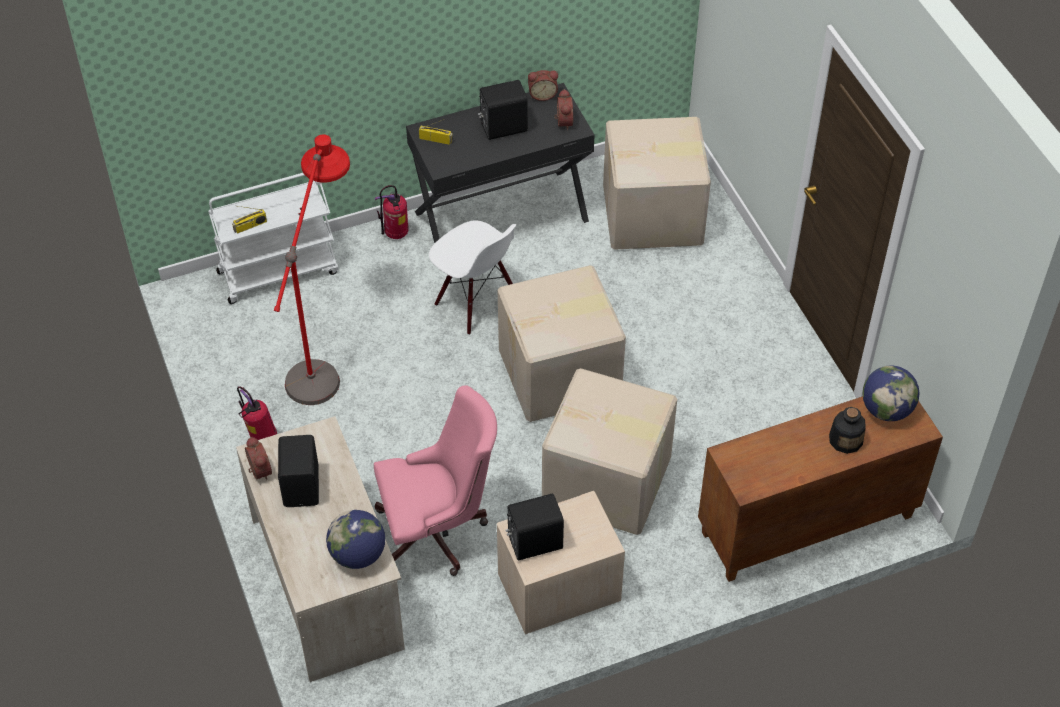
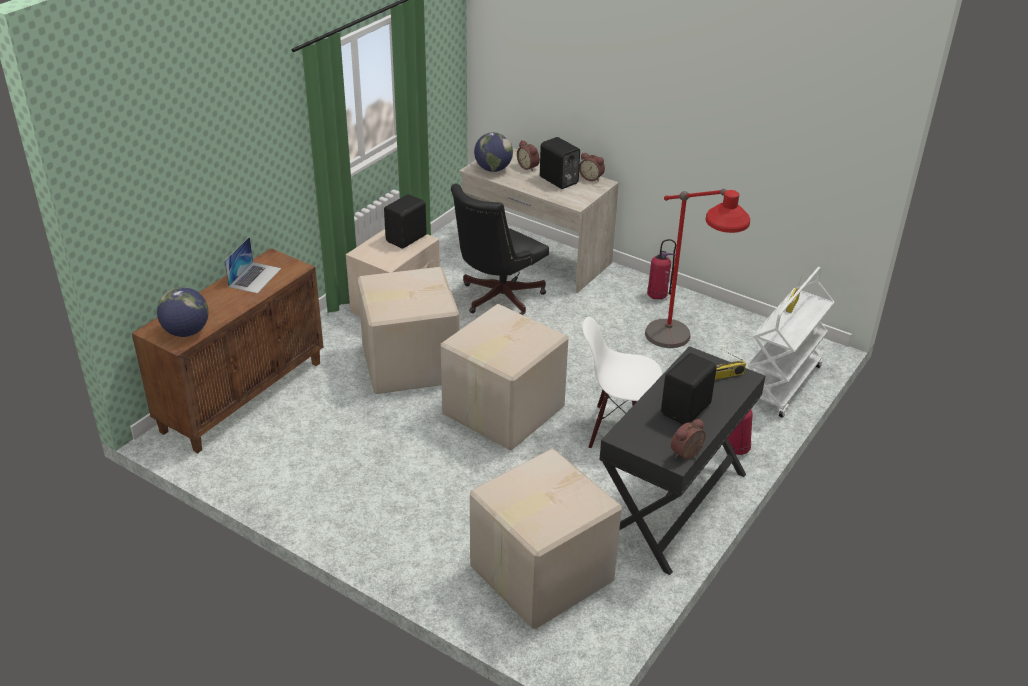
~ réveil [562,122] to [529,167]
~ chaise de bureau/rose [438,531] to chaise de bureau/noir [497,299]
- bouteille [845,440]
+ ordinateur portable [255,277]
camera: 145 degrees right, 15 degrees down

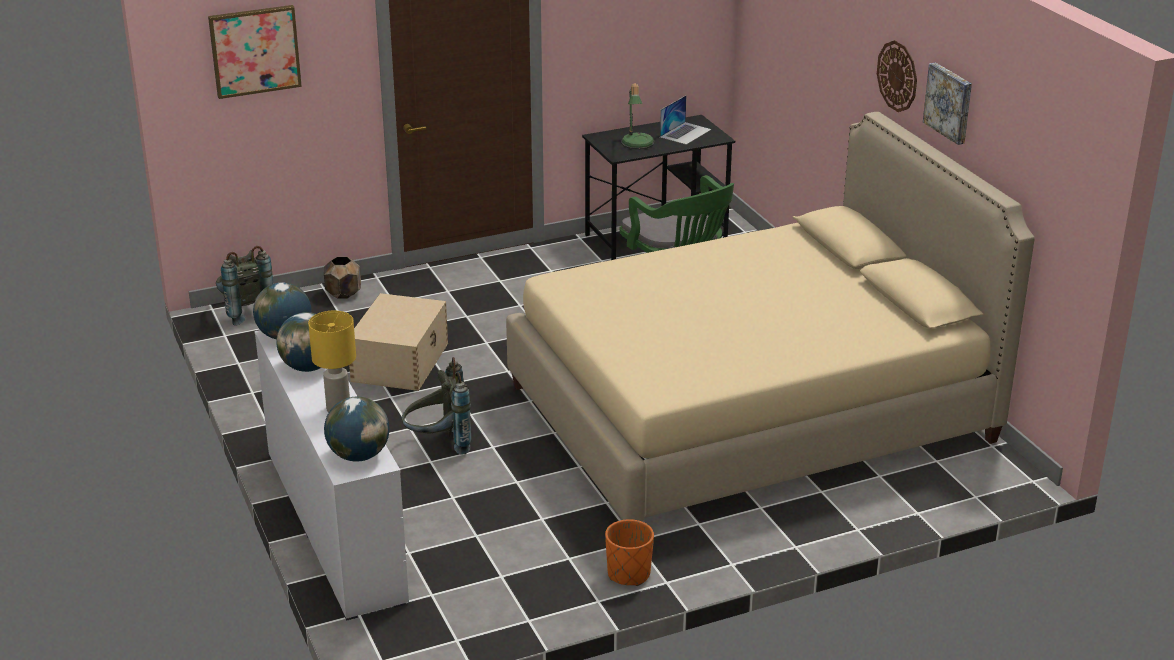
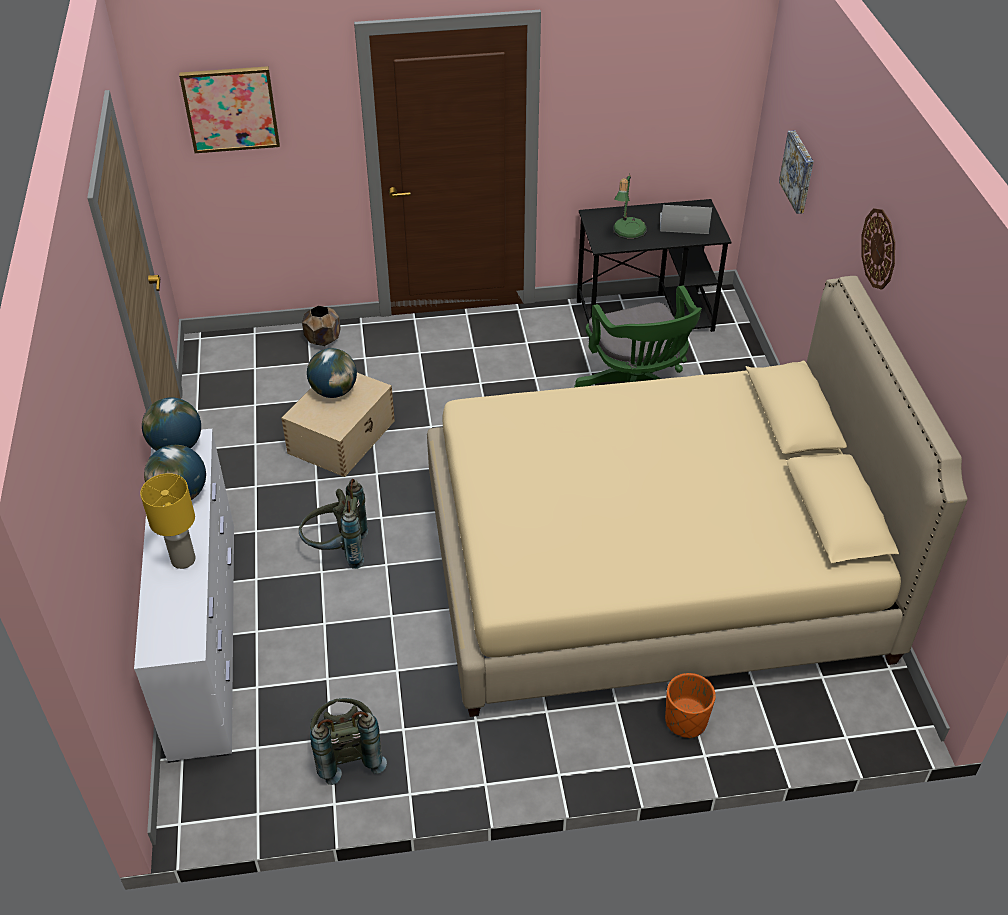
~ tableau [949,102] to [799,171]
~ ordinateur portable [685,133] = [684,223] 135 degrees counterclockwise
~ sac à dos/gris [245,311] to [347,753]
~ globe [358,456] to [333,391]
~ cache-pot/orange [628,574] to [685,721]
camera: 15 degrees right, 15 degrees up

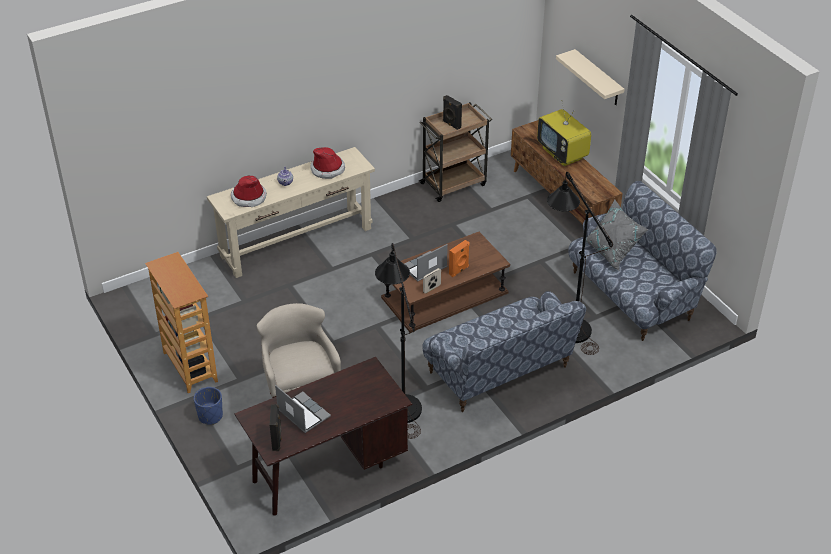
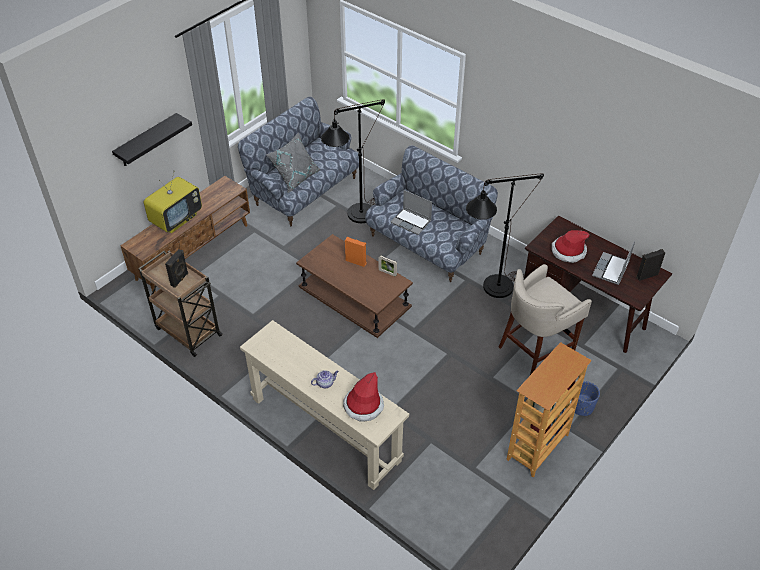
~ étagère/beige [598,78] to étagère/noir [147,141]
~ chapeau [327,169] to [568,251]
~ ordinateur portable [424,268] to [411,222]
camera: 110 degrees left, 5 degrees up

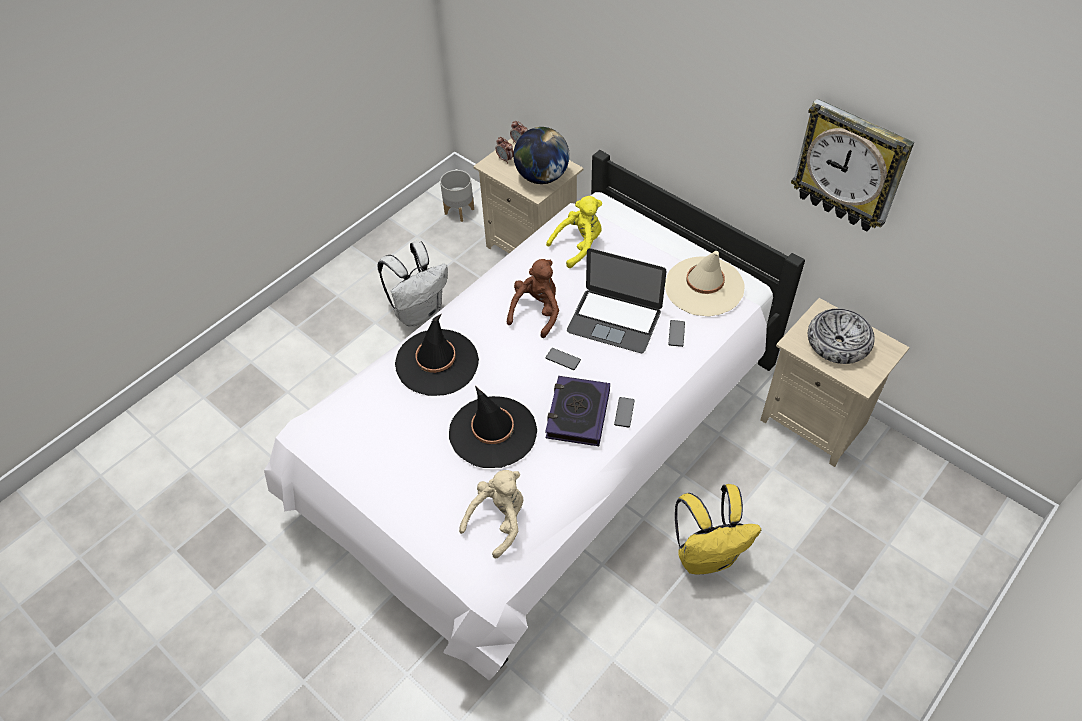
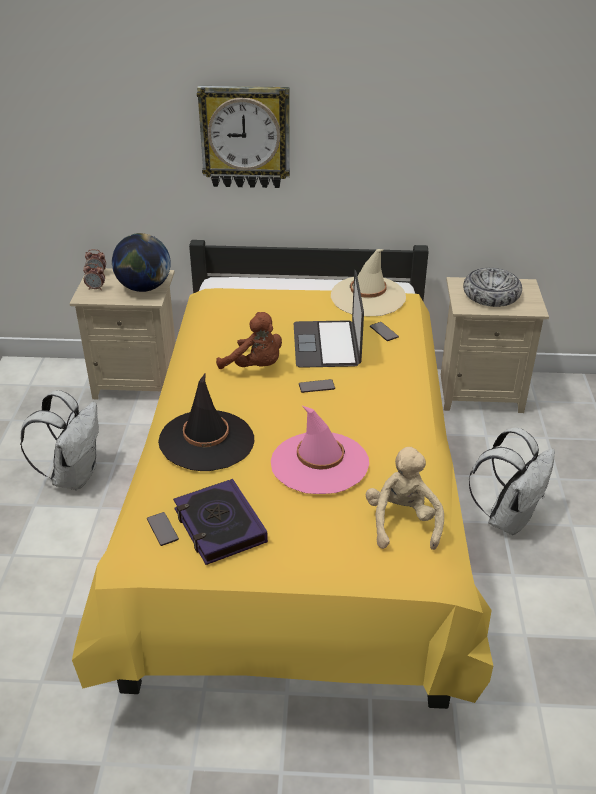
~ horloge murale [850,167] to [245,137]
~ lit/blanc [543,443] to lit/jaune [296,513]
- cache-pot/gris [459,211]
- peluche/jaune [579,245]
~ ordinateur portable [614,320] = [327,344] 105 degrees clockwise
~ peluche/marron [537,312] = [255,366] 135 degrees clockwise
~ livre [577,414] to [219,526]
~ chapeau/noir [493,432] to chapeau/rose [319,463]
~ téléphone [624,412] to [162,529]
~ sac à dos/jaune [707,556] to sac à dos/blanc [508,517]
camera: 40 degrees left, 15 degrees down

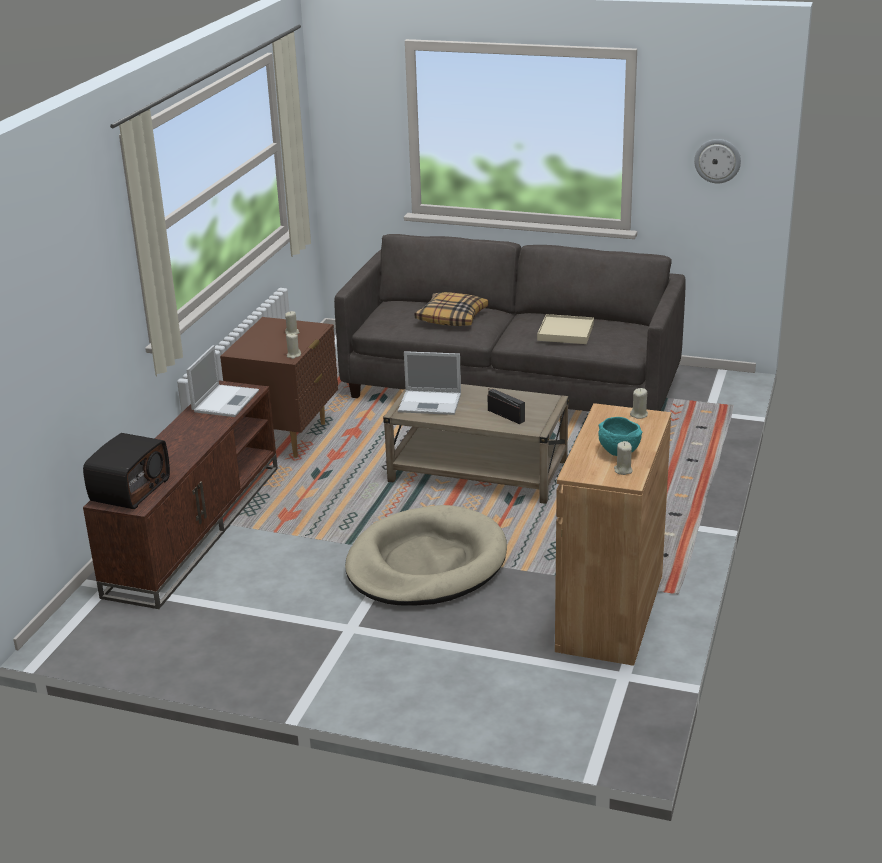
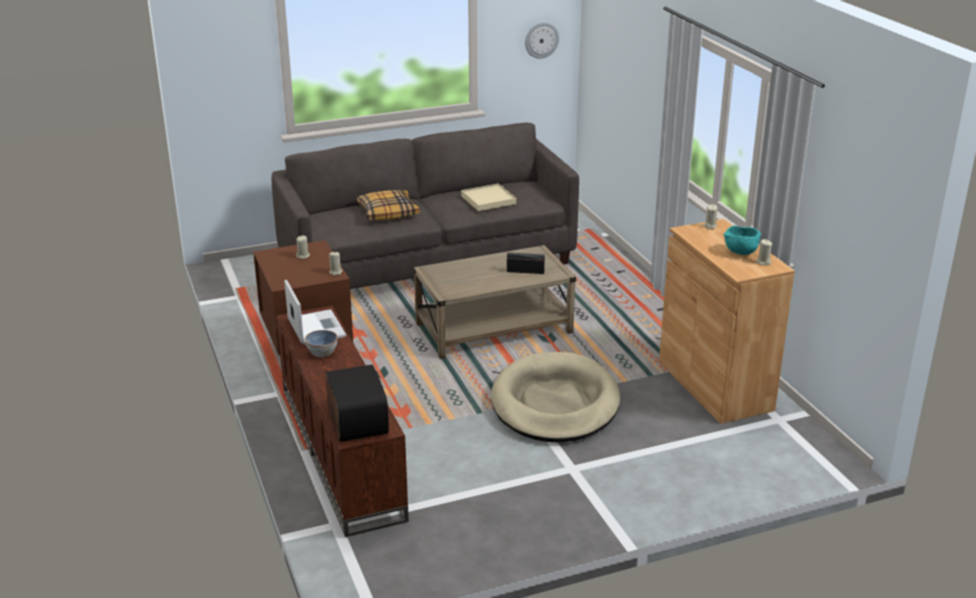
- ordinateur portable [431,403]
+ bol [322,352]
camera: 40 degrees left, 0 degrees up

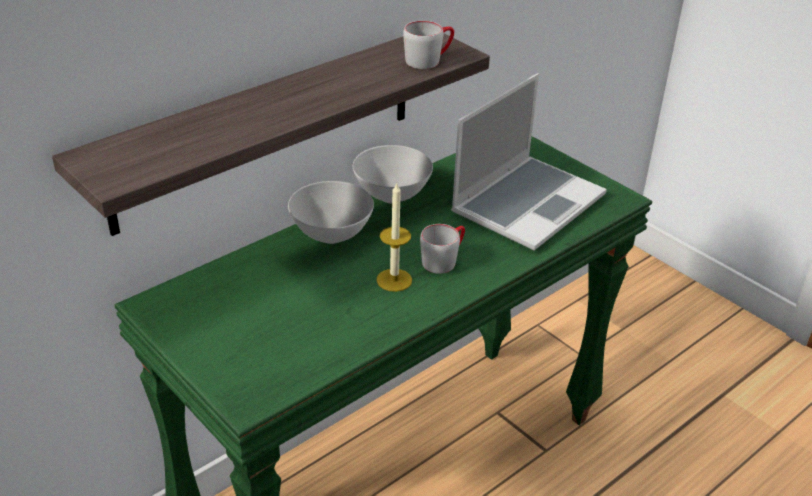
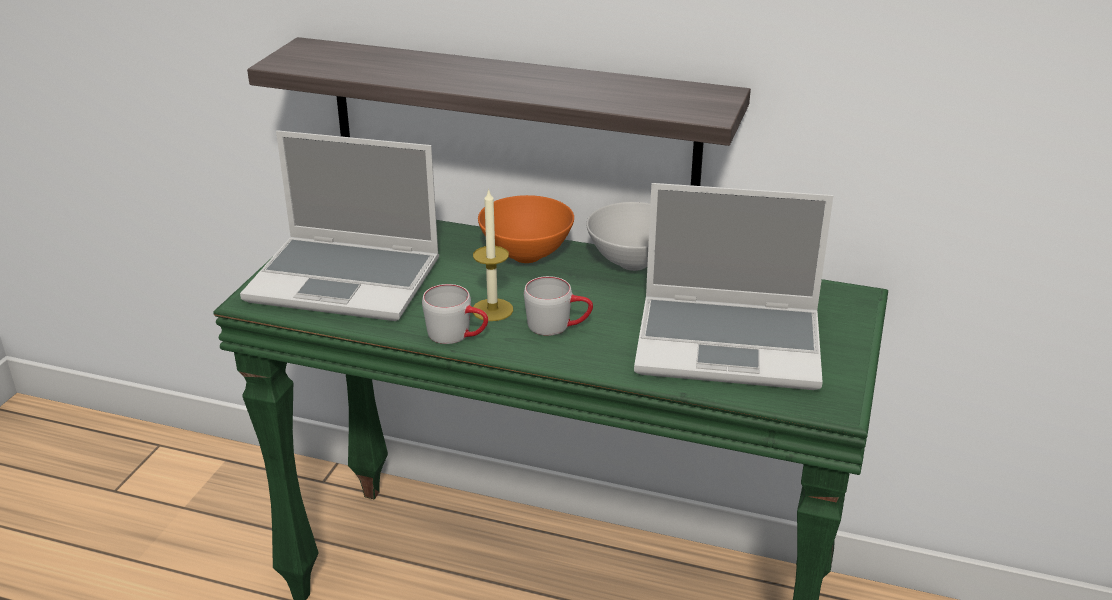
~ mug/gris [429,59] to [458,335]
~ bol/blanc [330,236] to bol/orange [526,255]
+ ordinateur portable [347,280]
camera: 60 degrees right, 5 degrees down

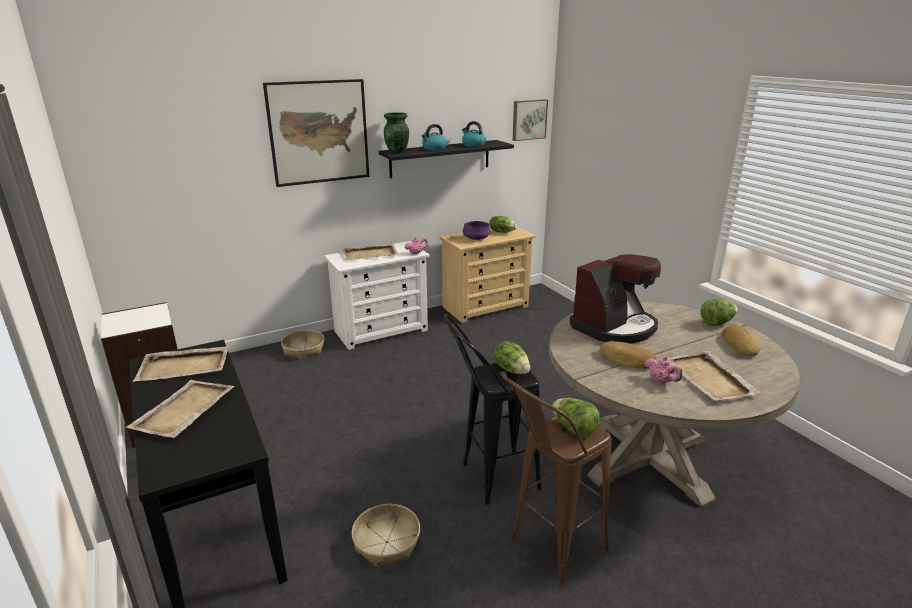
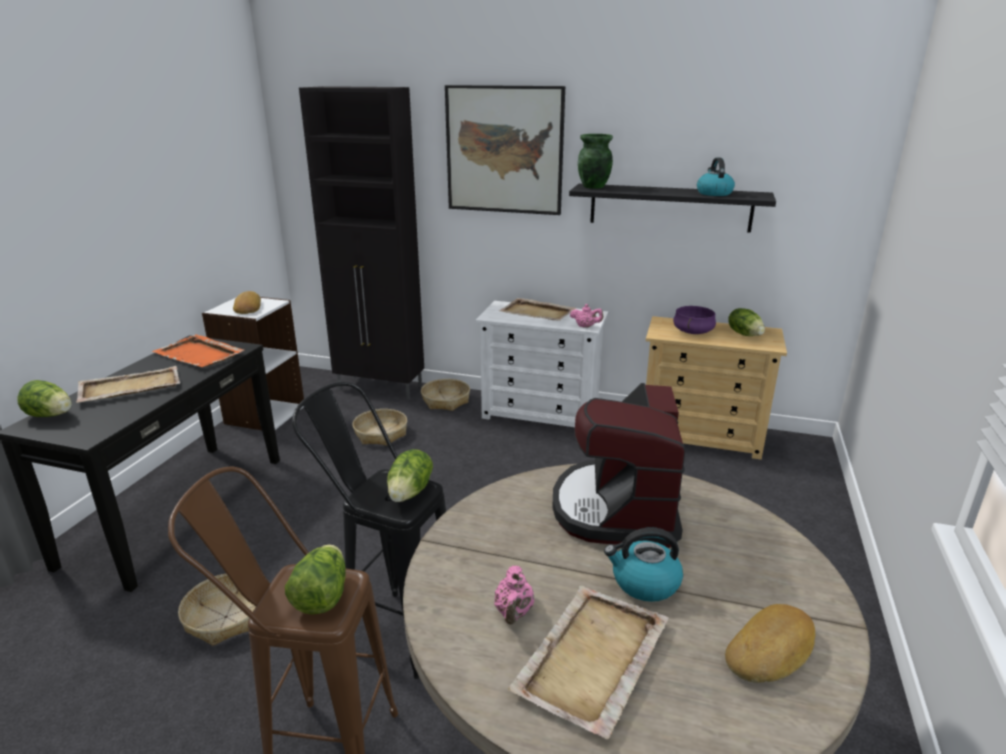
- tableau [529,119]
~ bouilloire [434,148] to [644,582]
~ machine à café [614,327] = [617,508] 90 degrees clockwise
~ laitue [717,323] to [51,415]
~ pain [627,360] to [247,307]
~ plateau/beige [185,366] to plateau/orange [199,354]
+ meuble de rangement/noir [381,388]
+ panier [381,434]
camera: 45 degrees right, 0 degrees up

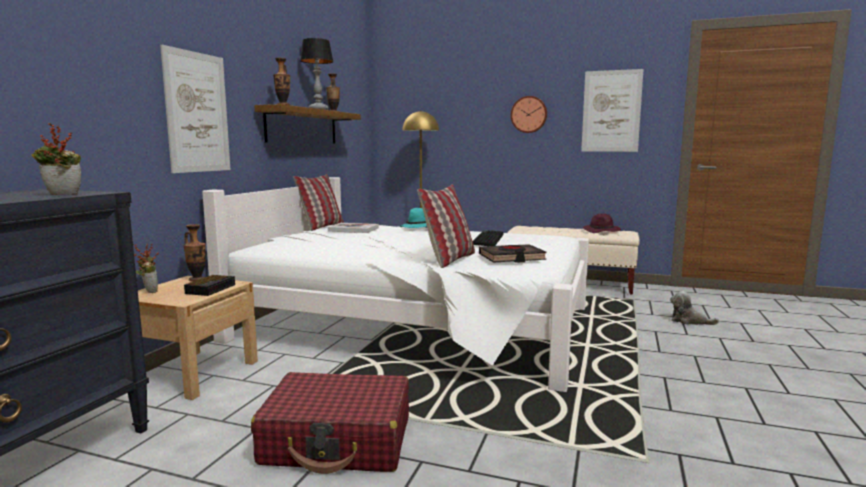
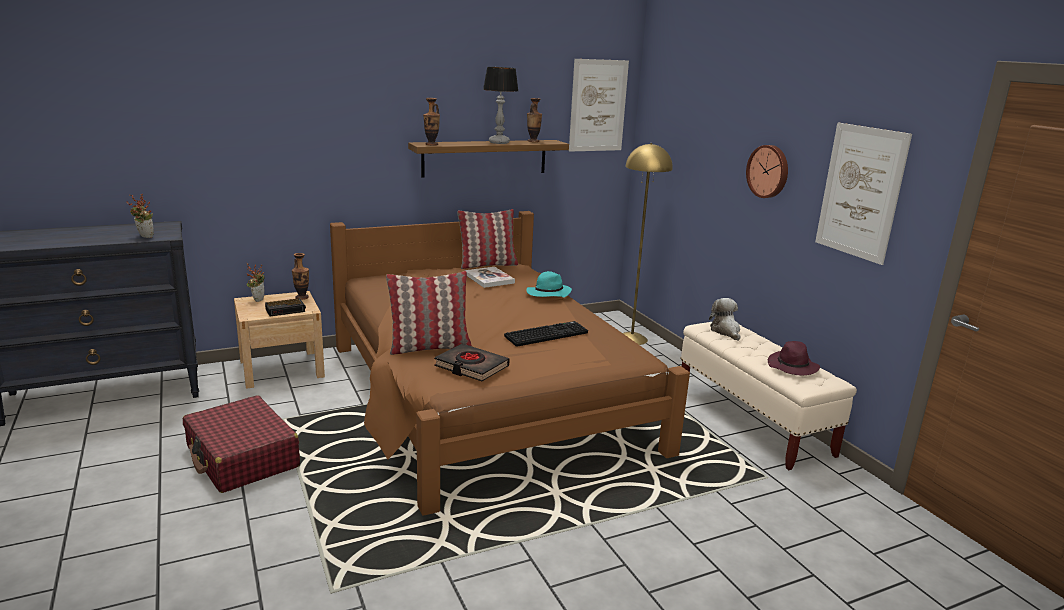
~ tableau [197,112] to [598,106]
~ lit/blanc [418,324] to lit/marron [485,397]
~ peluche [689,321] to [725,331]
camera: 45 degrees right, 10 degrees up

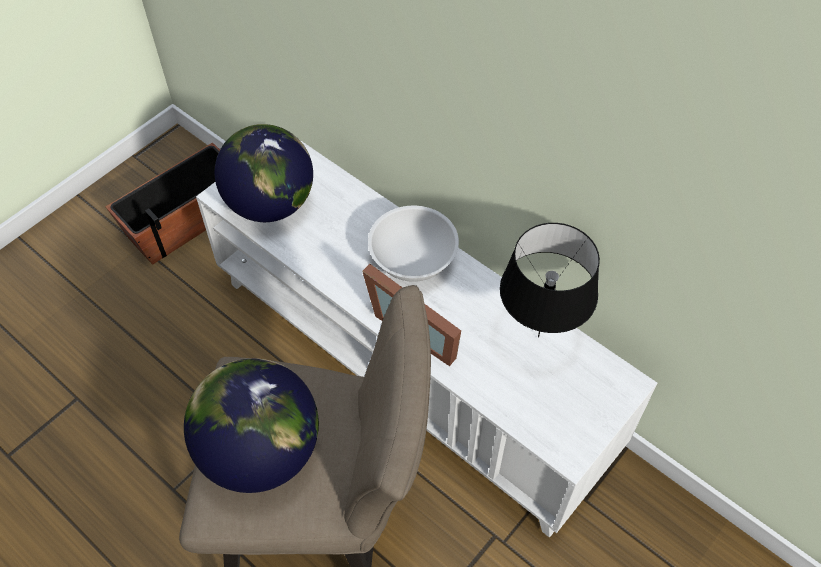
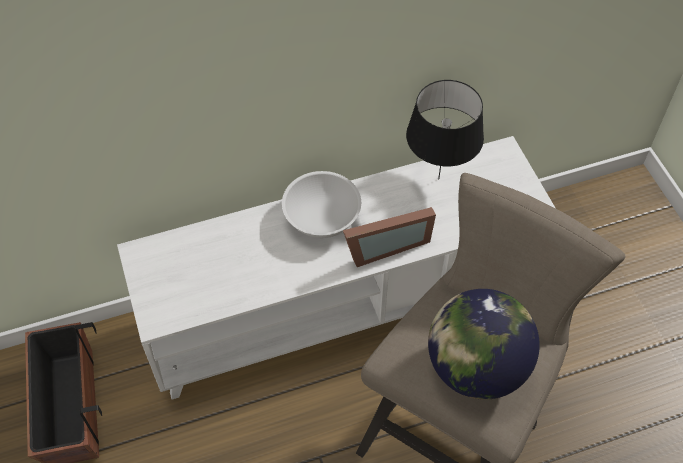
- globe [271,204]
camera: 60 degrees left, 0 degrees up

